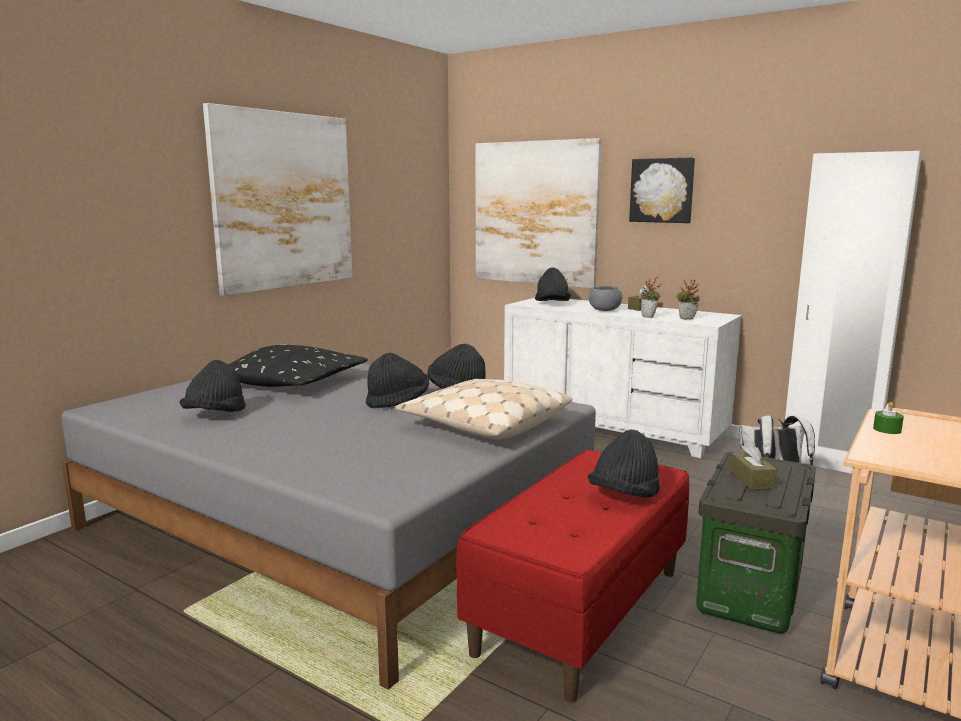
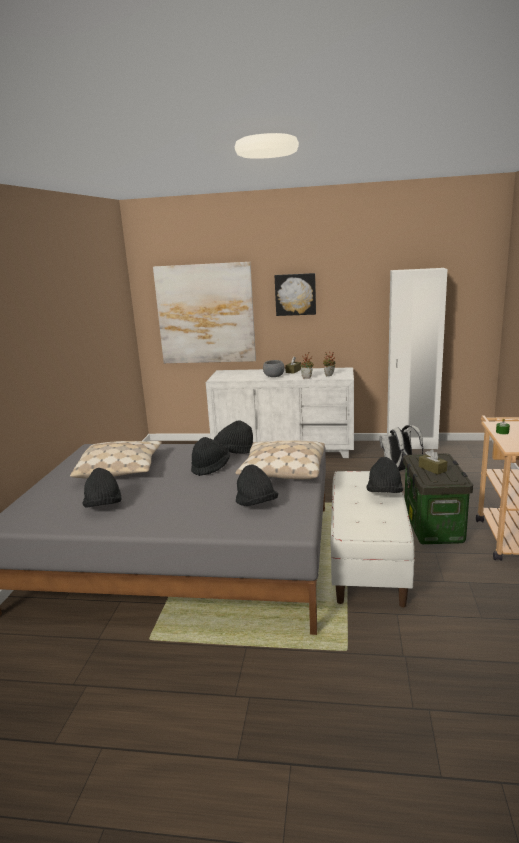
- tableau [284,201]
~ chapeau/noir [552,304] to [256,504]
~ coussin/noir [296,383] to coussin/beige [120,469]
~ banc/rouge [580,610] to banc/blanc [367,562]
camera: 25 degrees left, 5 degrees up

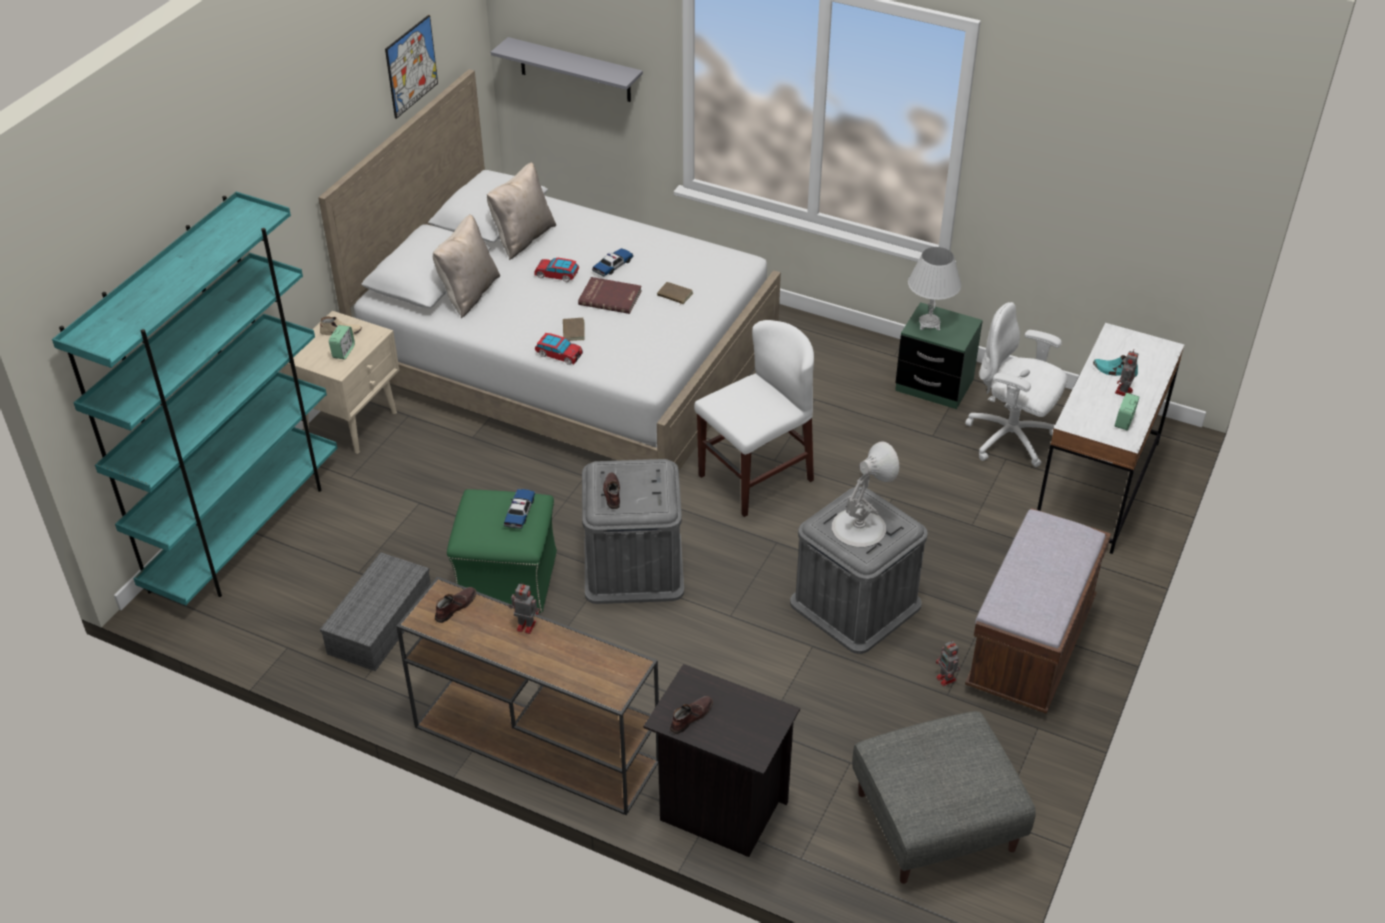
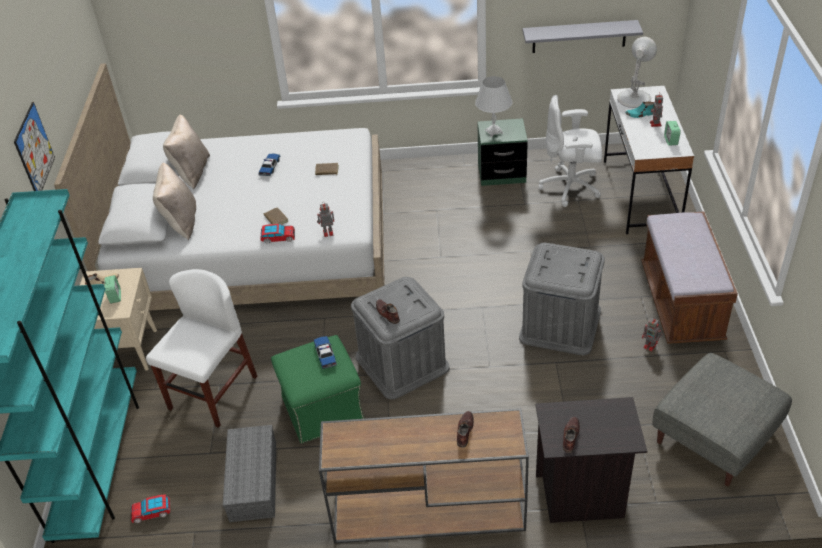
~ tableau [411,66] to [34,150]
~ étagère/gris [575,70] to [579,36]
~ petite voiture [557,275] to [152,512]
- livre/rouge [610,297]
~ chaise/blanc [755,478] to [213,393]
~ lampe de table/blanc [859,527] to [634,98]
~ robot jouet [525,625] to [327,233]
~ chaussure/marron [455,607] to [464,431]
camera: 25 degrees left, 0 degrees up

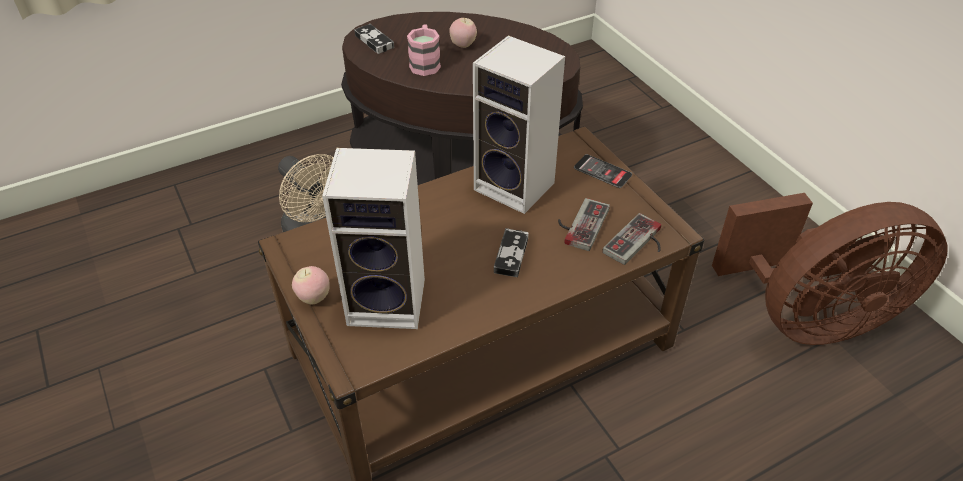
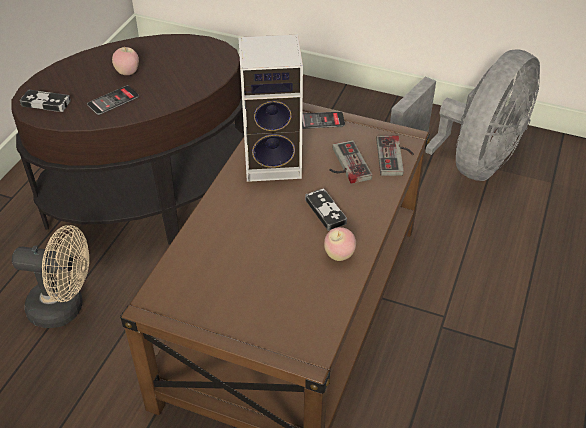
~ mug/rose [425,63] to téléphone [113,101]
- enceinte [390,301]
~ ventilateur/marron [809,317] to ventilateur/gris [468,163]
~ pomme [314,298] to [339,255]
camera: 40 degrees left, 0 degrees up

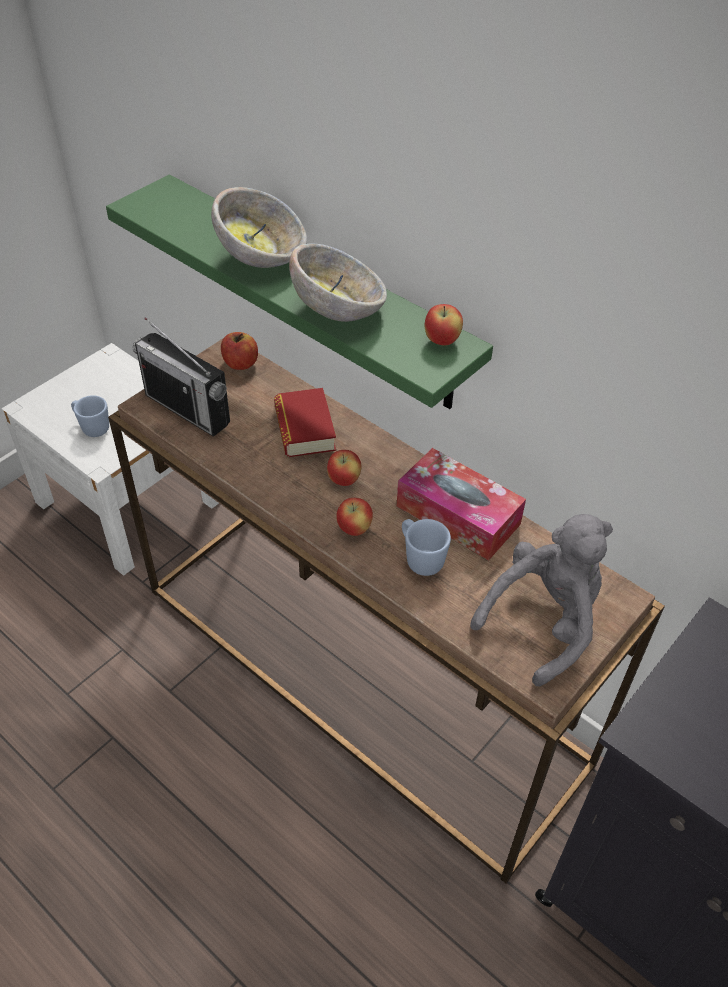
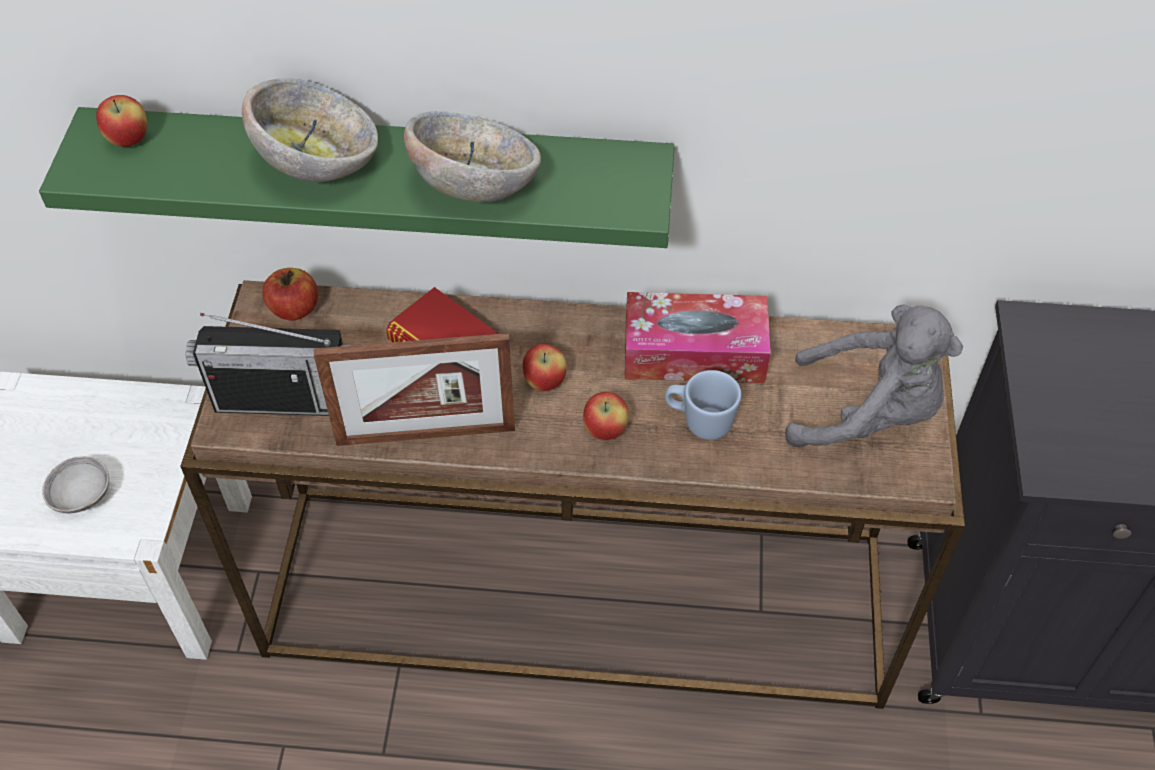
~ pomme [442,341] to [129,140]
~ mug/bleu [92,427] to bol/gris [82,496]
~ peluche/gris [544,621] = [867,414] 90 degrees clockwise
+ cadre photo [426,435]
camera: 35 degrees left, 5 degrees up

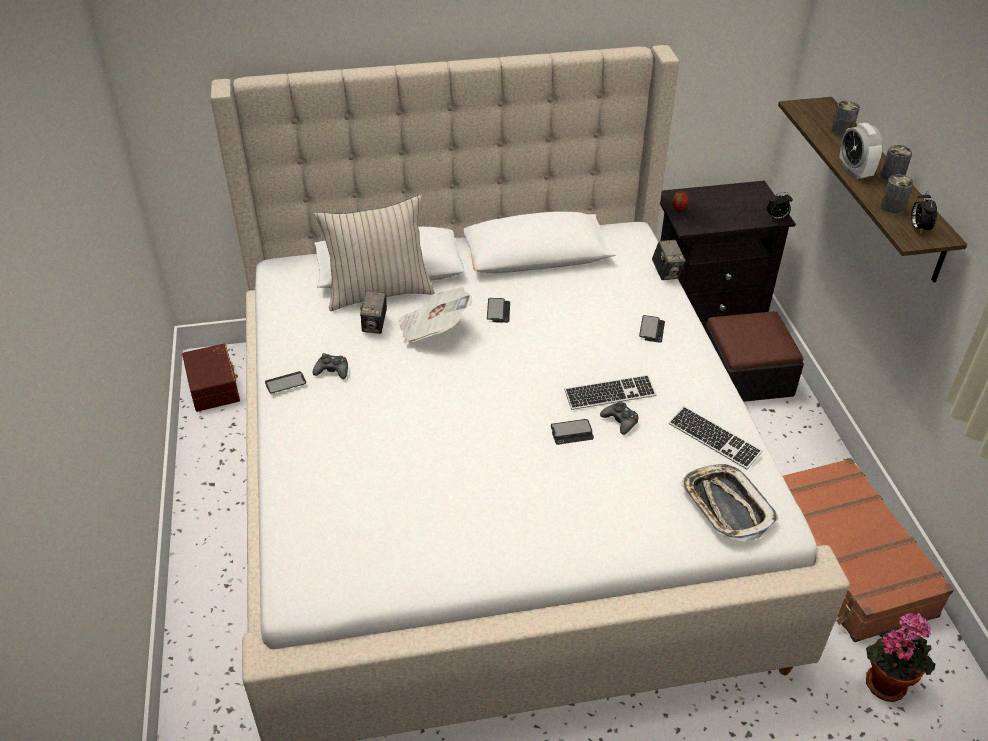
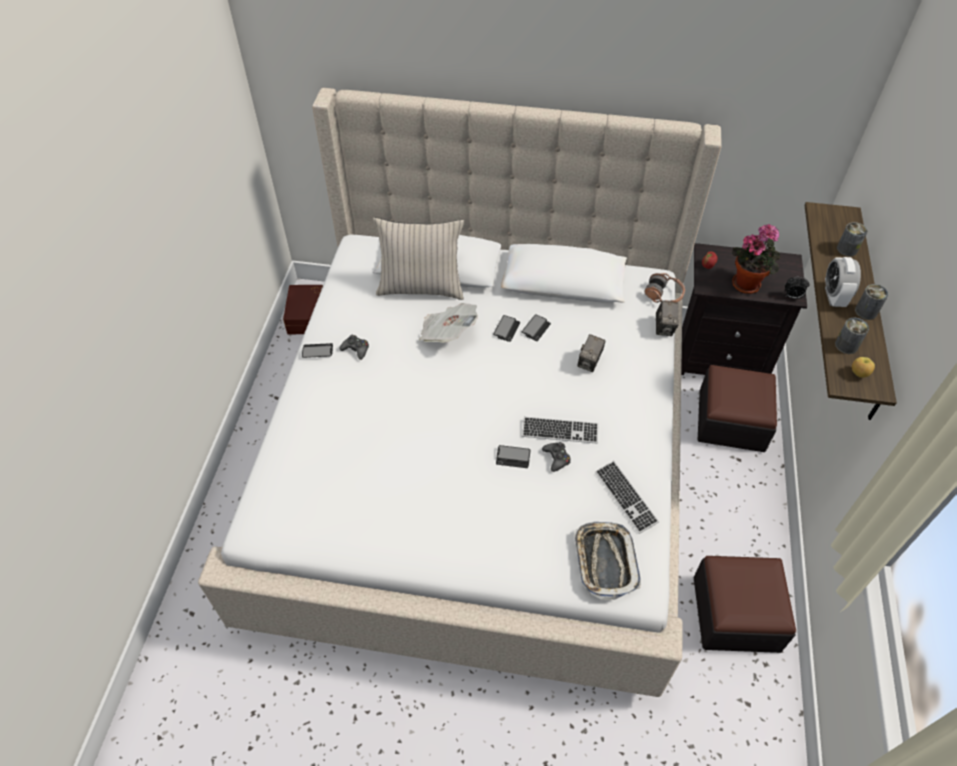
~ réveil [918,228] to pomme [858,373]
~ appareil photo [375,325] to [589,362]
~ téléphone [651,330] to [536,328]
~ valise/marron [845,560] to pouf [736,613]
~ plante en pot [886,681] to [747,283]
+ casque audio [664,295]
camera: 20 degrees right, 10 degrees up

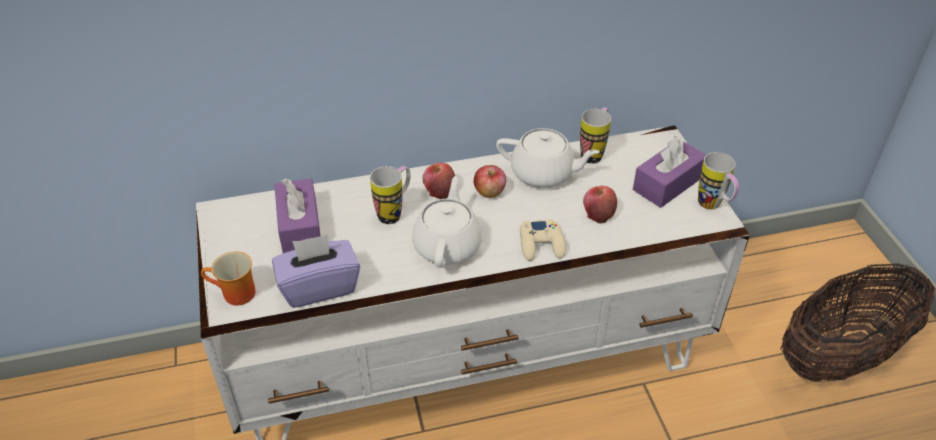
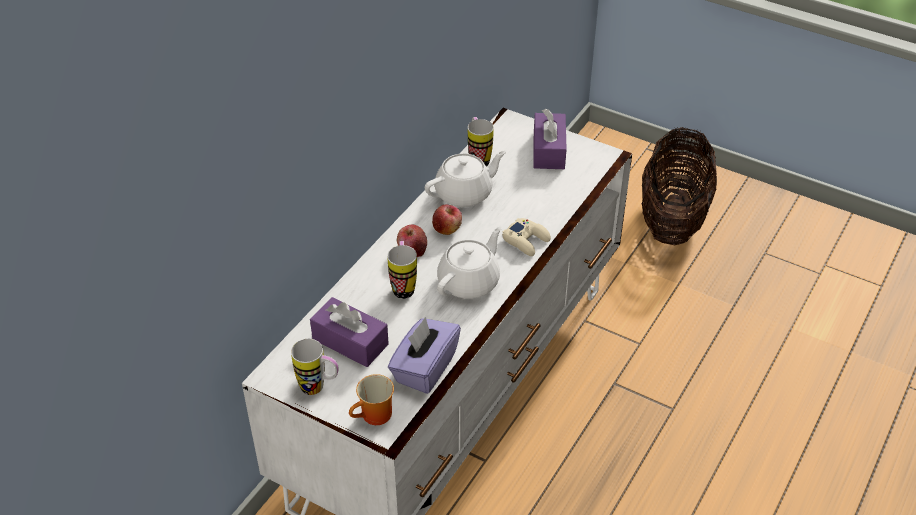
~ mug [713,207] to [319,388]
~ théière/blanc [448,245] = [469,282] 75 degrees clockwise
- pomme [598,214]
camera: 45 degrees left, 0 degrees up

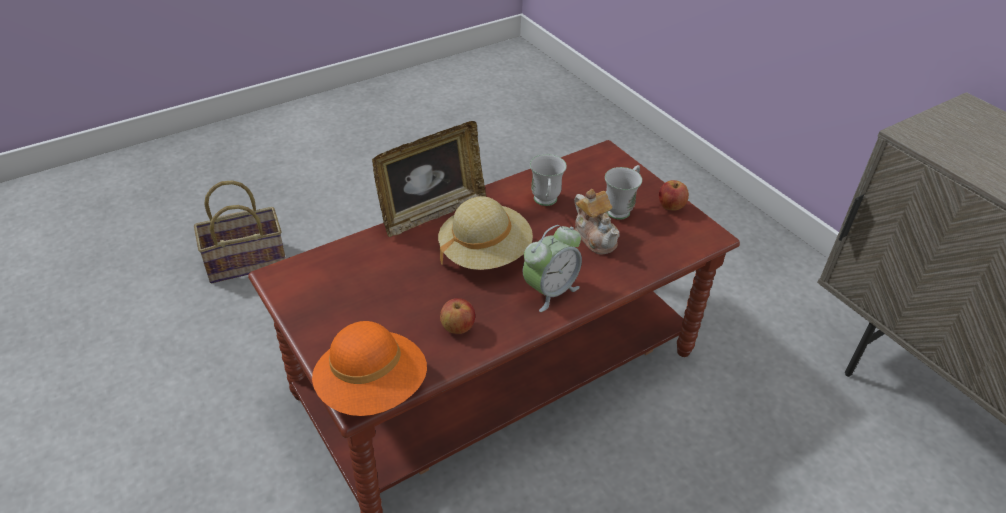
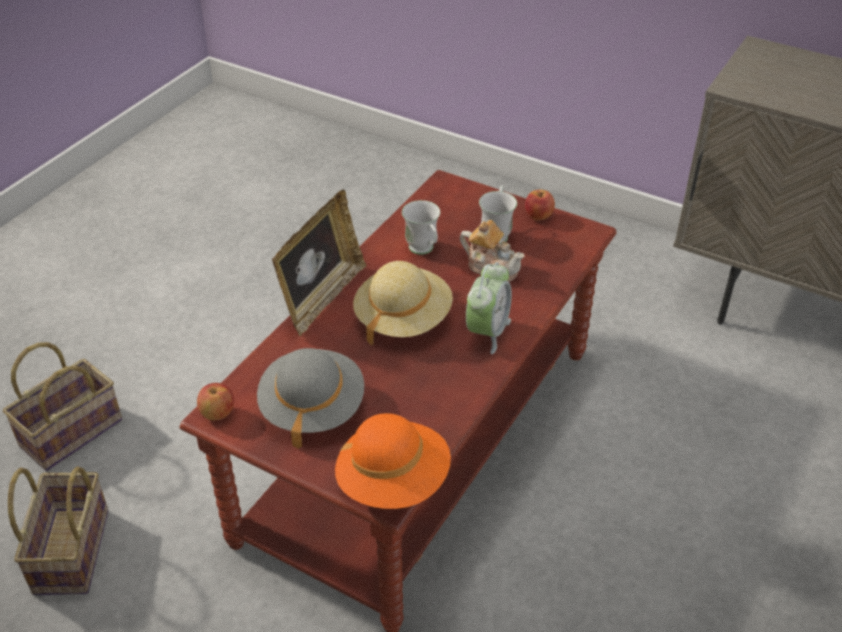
~ pomme [457,328] to [218,413]
+ chapeau/gris [312,408]
+ panier [70,549]
camera: 25 degrees left, 0 degrees up

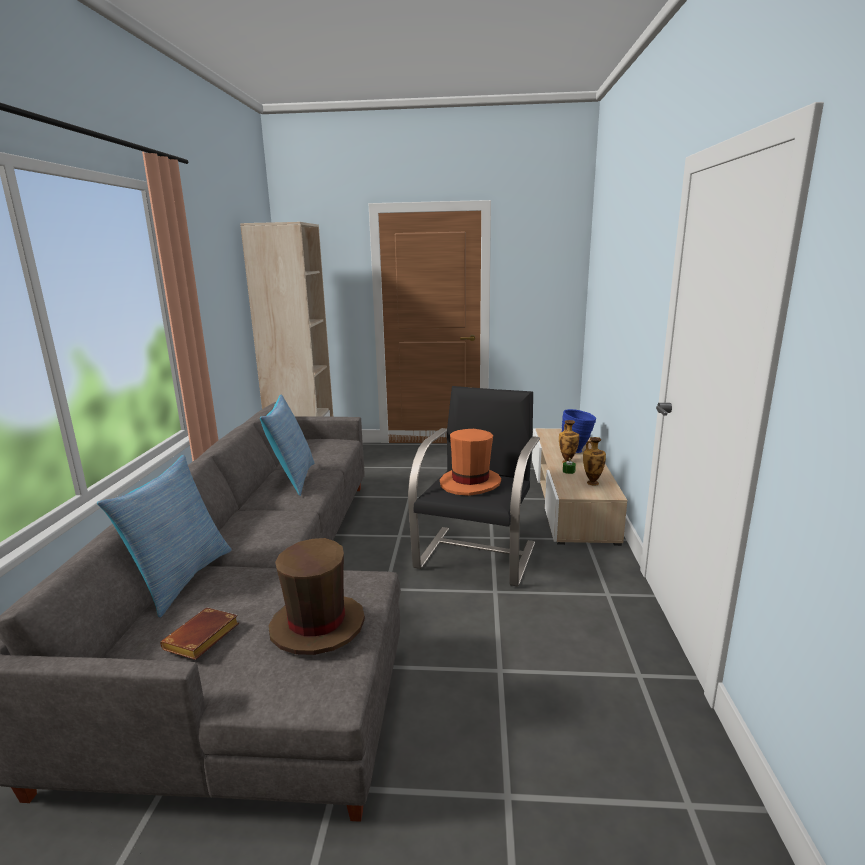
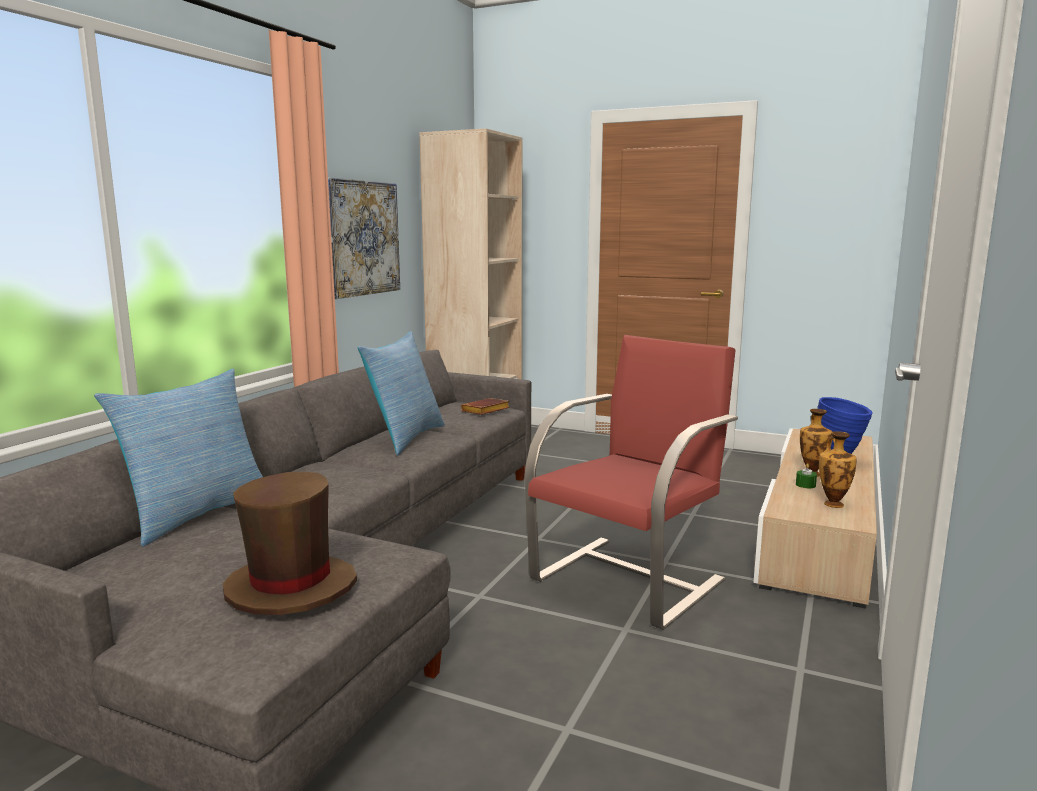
~ fauteuil/noir [477,554] to fauteuil/rouge [629,579]
- chapeau/orange [470,483]
~ livre/marron [202,639] to [485,411]
+ tableau [362,238]
camera: 20 degrees right, 5 degrees down

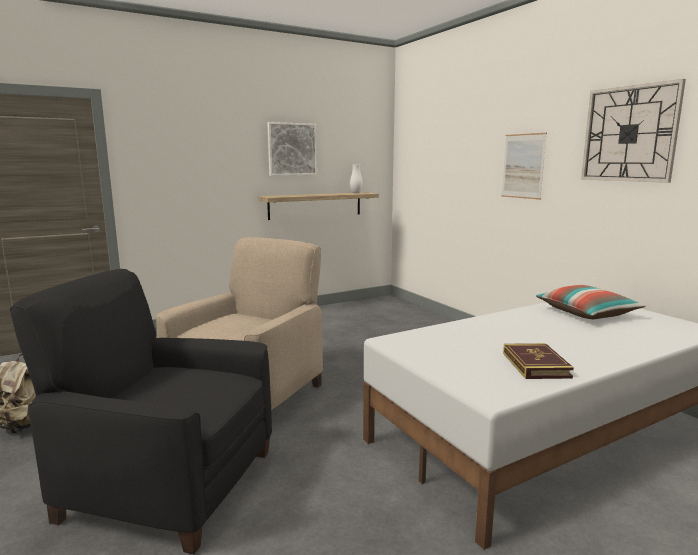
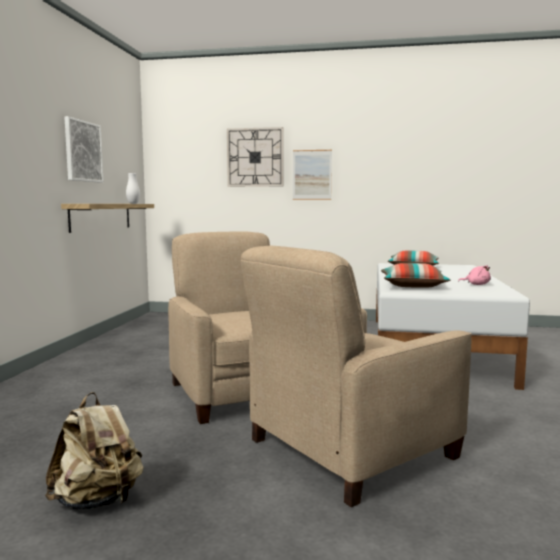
~ horloge murale [629,134] to [255,157]
~ fauteuil/noir [168,483] to fauteuil/beige [349,449]
~ livre [535,365] to peluche/rose [476,284]
+ coussin [413,286]
camera: 50 degrees left, 5 degrees down

